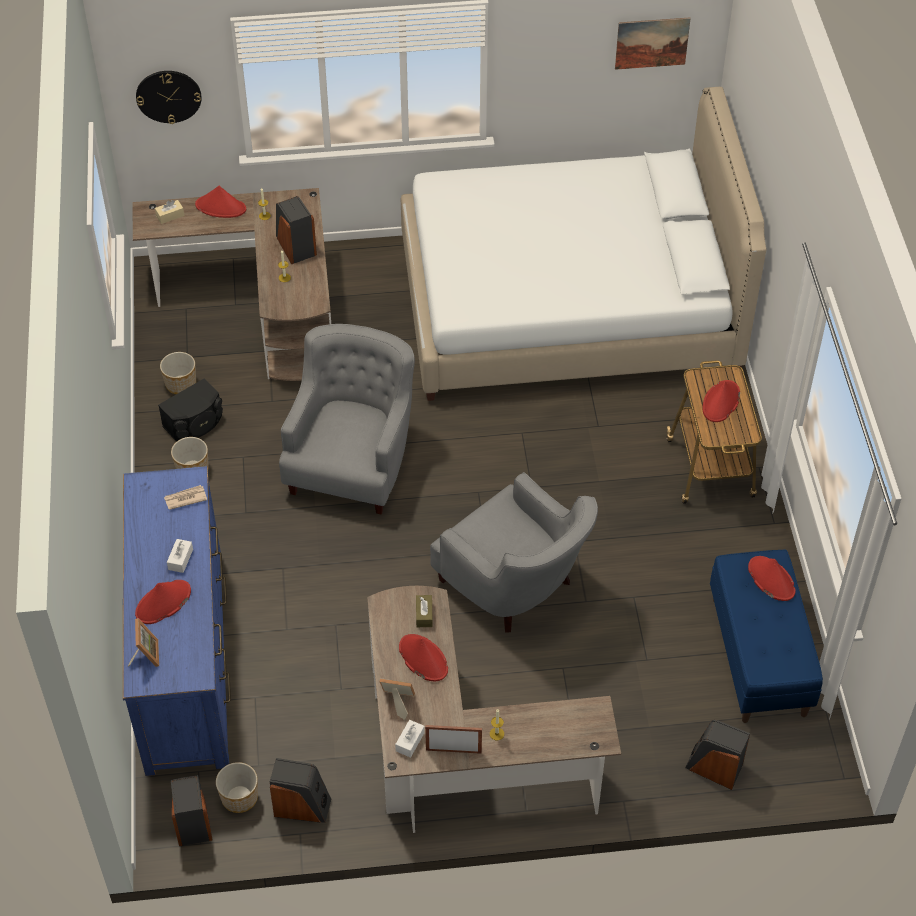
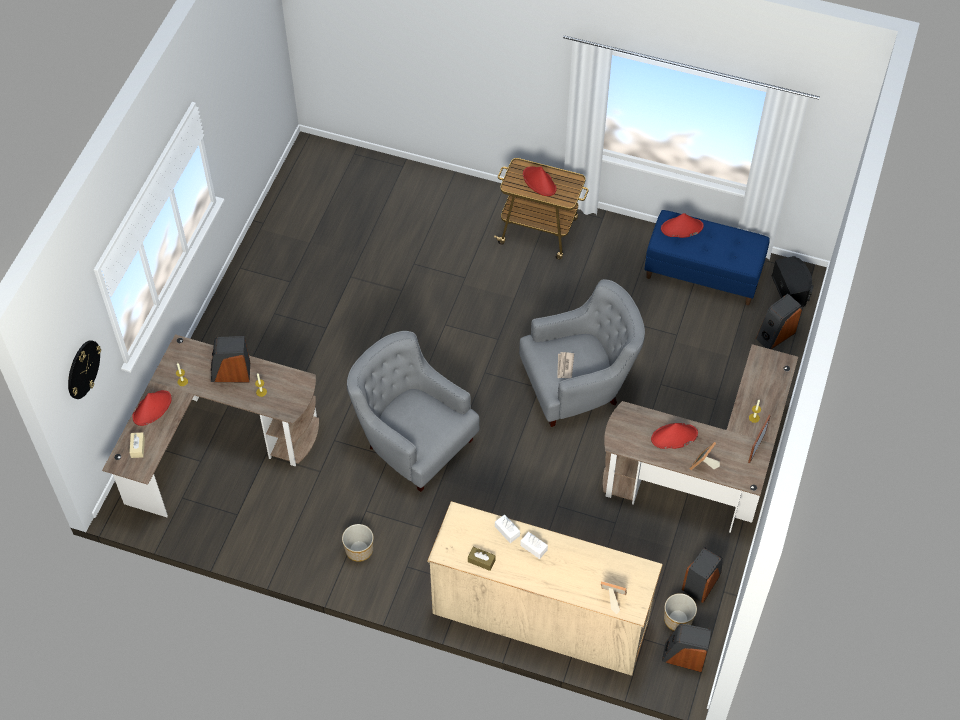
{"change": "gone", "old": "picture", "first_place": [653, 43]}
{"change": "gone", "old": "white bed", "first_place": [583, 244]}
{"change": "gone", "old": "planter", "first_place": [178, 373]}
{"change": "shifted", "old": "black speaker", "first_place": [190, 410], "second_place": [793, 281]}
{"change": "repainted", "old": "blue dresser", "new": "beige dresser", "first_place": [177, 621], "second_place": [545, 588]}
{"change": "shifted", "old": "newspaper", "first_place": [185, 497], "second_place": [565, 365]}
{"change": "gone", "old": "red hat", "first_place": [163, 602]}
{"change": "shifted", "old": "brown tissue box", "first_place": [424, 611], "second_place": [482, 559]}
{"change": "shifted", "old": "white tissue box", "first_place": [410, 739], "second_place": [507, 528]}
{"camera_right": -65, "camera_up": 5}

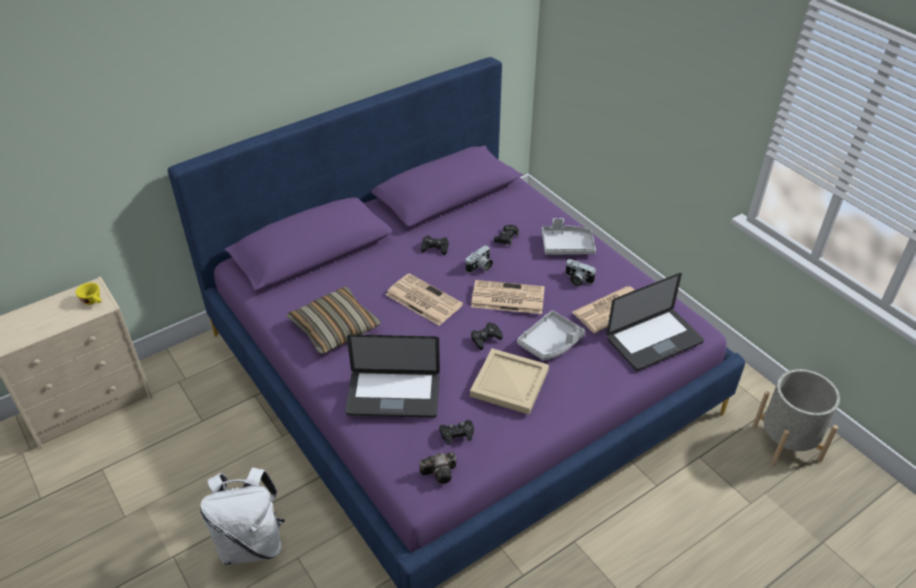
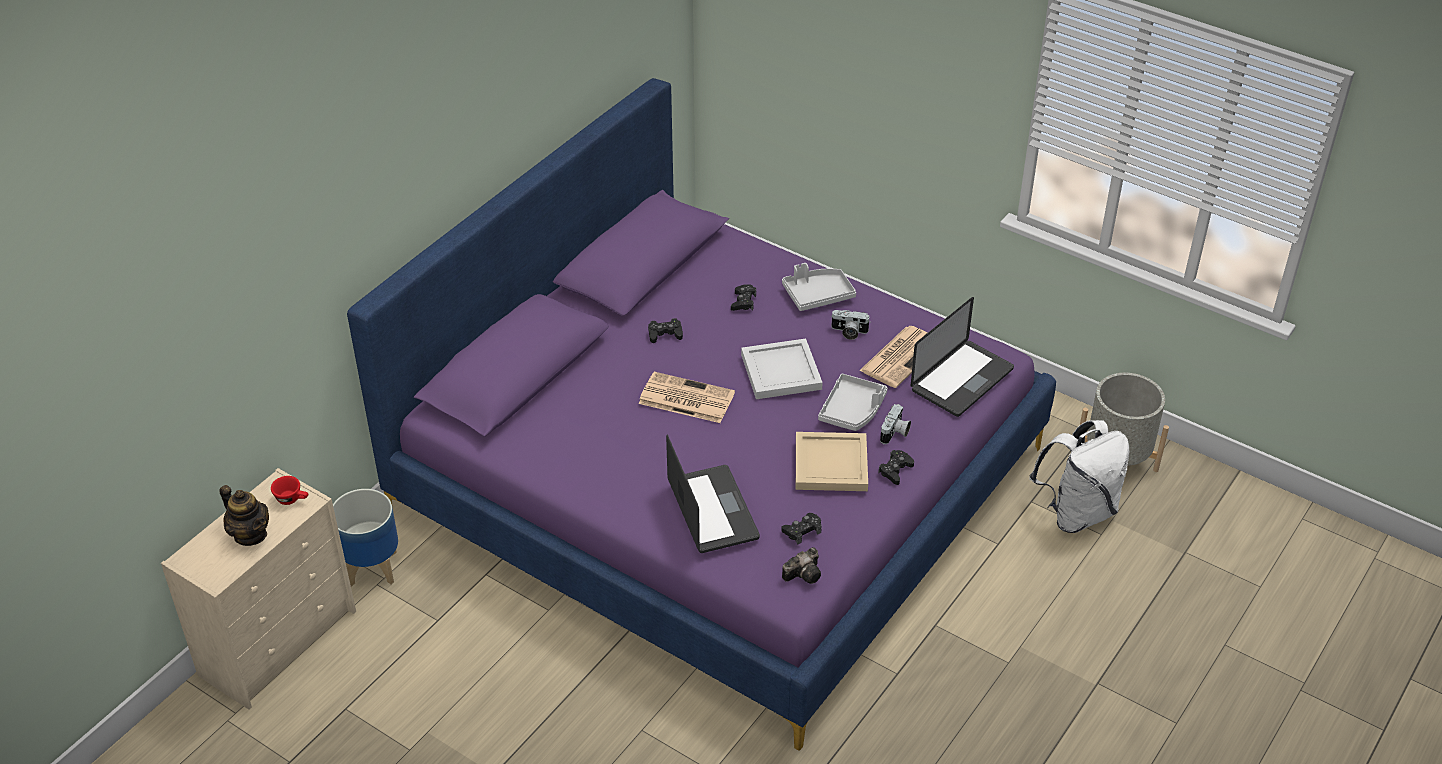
{"change": "shifted", "old": "photo camera", "first_place": [479, 259], "second_place": [895, 424]}
{"change": "swapped", "old": "newspaper", "new": "white tray", "first_place": [508, 297], "second_place": [782, 368]}
{"change": "repainted", "old": "yellow cup", "new": "red cup", "first_place": [89, 293], "second_place": [289, 490]}
{"change": "gone", "old": "pillow", "first_place": [334, 320]}
{"change": "shifted", "old": "black game controller", "first_place": [487, 336], "second_place": [896, 467]}
{"change": "rotated", "old": "laptop", "first_place": [392, 376], "second_place": [713, 494], "degrees": -90}
{"change": "shifted", "old": "white backpack", "first_place": [242, 516], "second_place": [1079, 476]}
{"change": "new", "new": "teapot", "second_place": [244, 515]}
{"change": "new", "new": "planter", "second_place": [365, 537]}
{"camera_right": -20, "camera_up": 0}

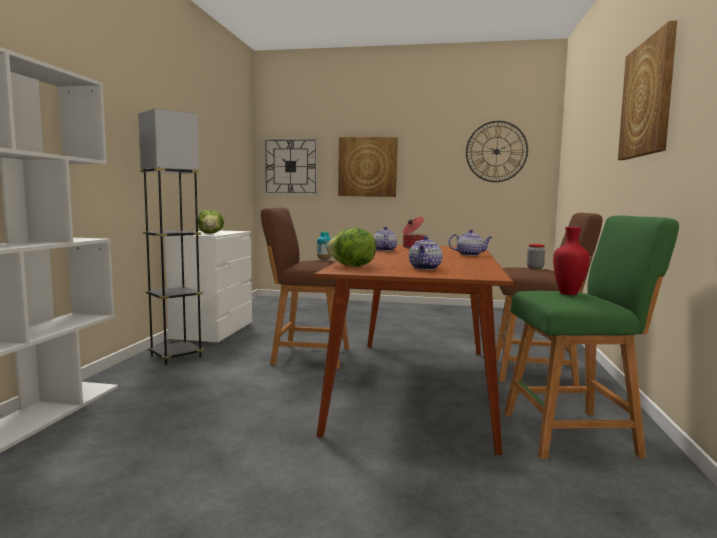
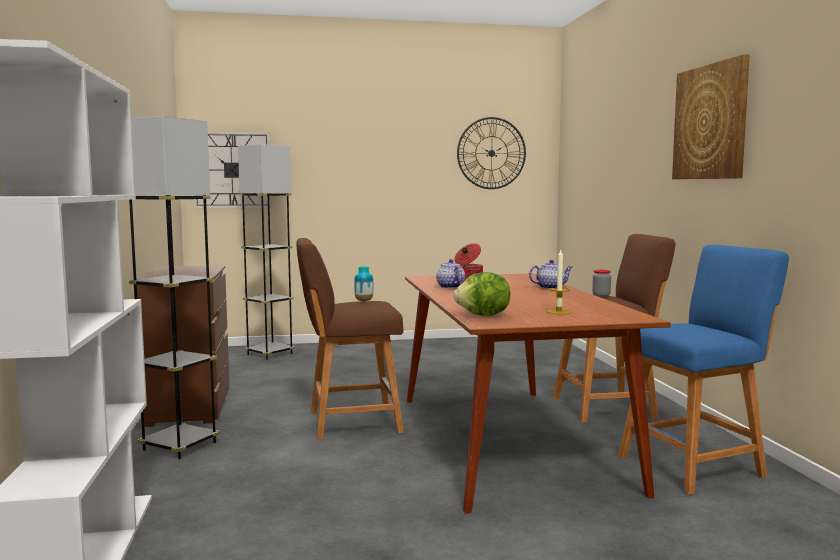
{"change": "gone", "old": "picture", "first_place": [368, 167]}
{"change": "gone", "old": "lettuce", "first_place": [211, 222]}
{"change": "repainted", "old": "green stool", "new": "blue stool", "first_place": [591, 337], "second_place": [703, 370]}
{"change": "gone", "old": "red vase", "first_place": [571, 261]}
{"change": "repainted", "old": "white dresser", "new": "brown dresser", "first_place": [208, 288], "second_place": [182, 346]}
{"change": "swapped", "old": "teapot", "new": "candle", "first_place": [426, 253], "second_place": [559, 282]}
{"change": "new", "new": "grey floor lamp", "second_place": [266, 252]}
{"camera_right": -20, "camera_up": 0}

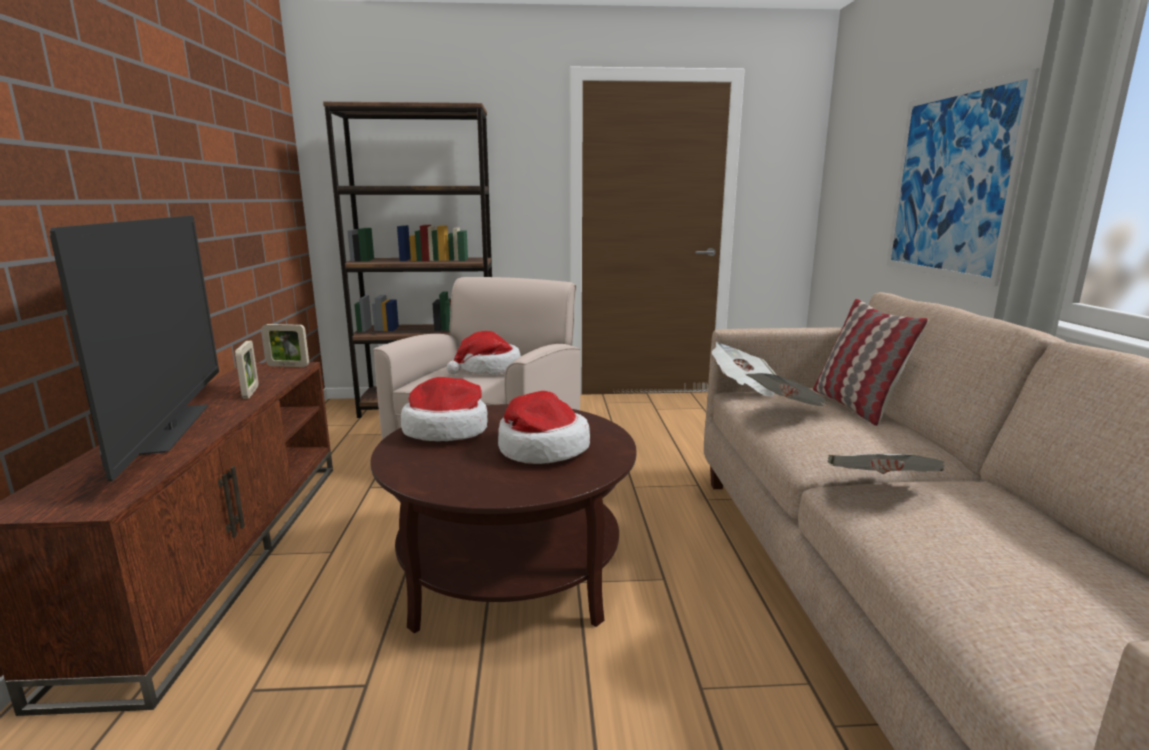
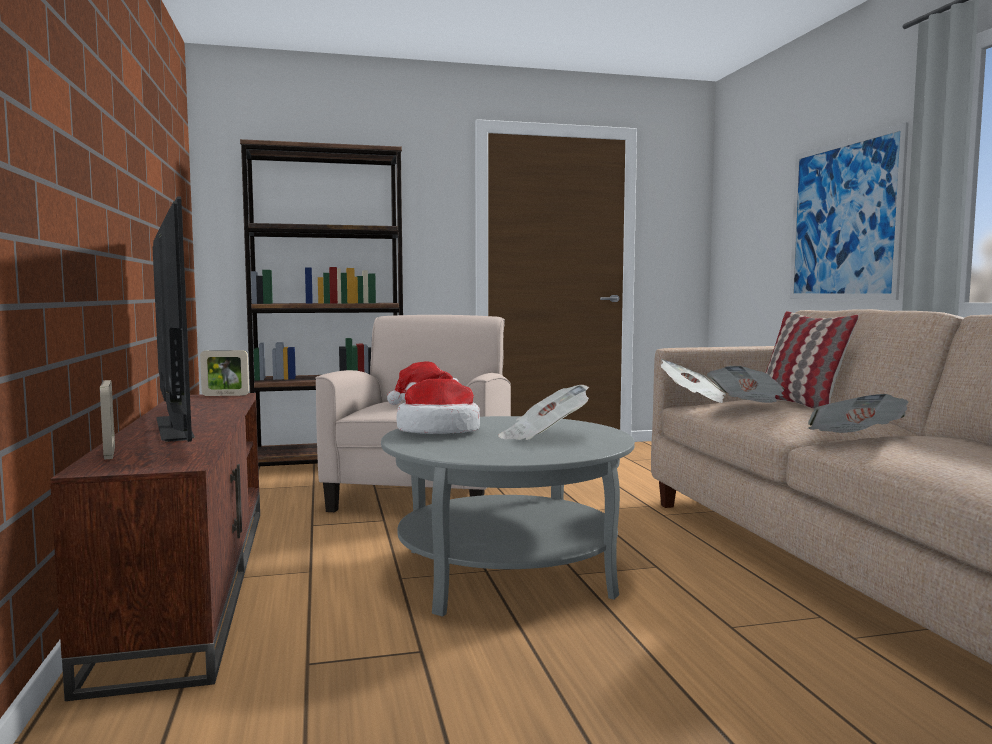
{"change": "shifted", "old": "picture frame", "first_place": [247, 370], "second_place": [107, 420]}
{"change": "swapped", "old": "hat", "new": "newspaper", "first_place": [544, 427], "second_place": [543, 412]}
{"change": "repainted", "old": "brown coffee table", "new": "grey coffee table", "first_place": [503, 518], "second_place": [508, 516]}
{"camera_right": -10, "camera_up": -10}

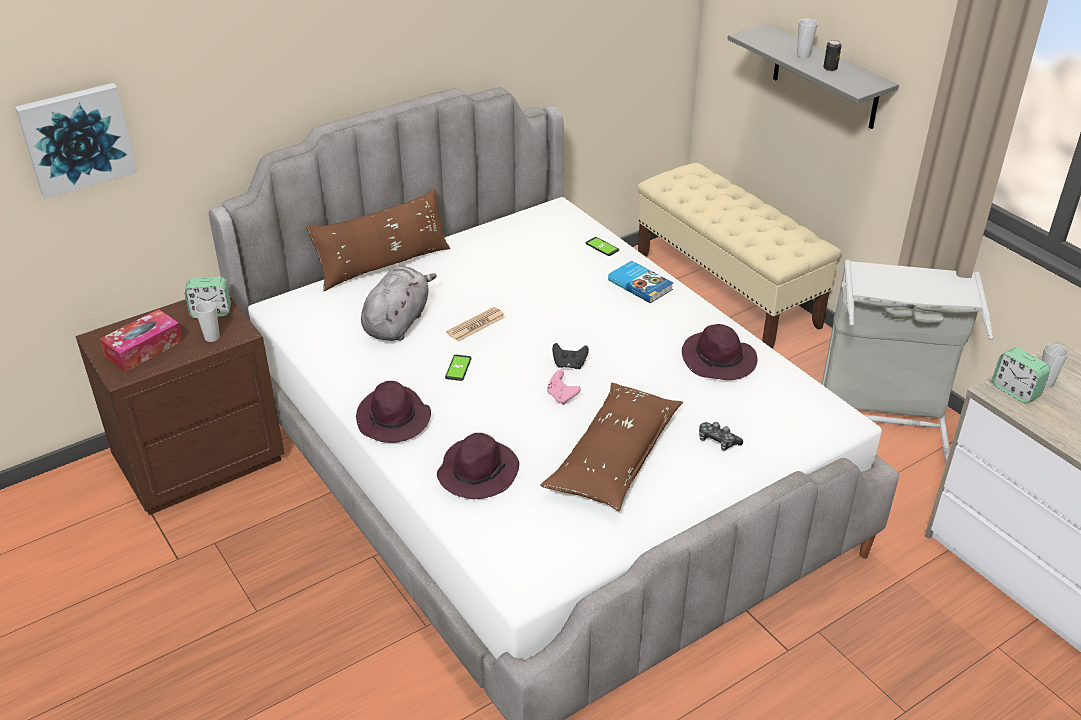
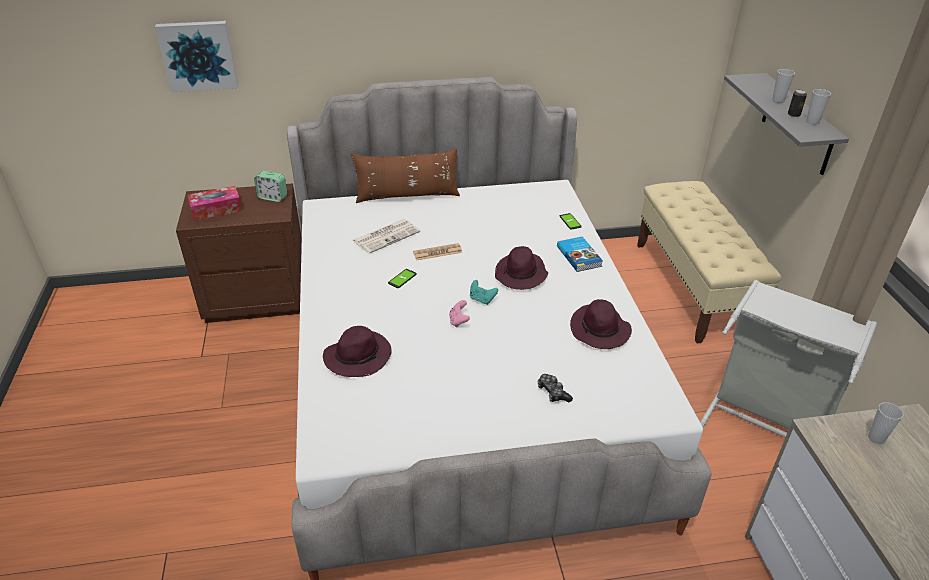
{"change": "swapped", "old": "grey plush toy", "new": "newspaper", "first_place": [399, 303], "second_place": [386, 236]}
{"change": "shifted", "old": "cup", "first_place": [207, 321], "second_place": [818, 107]}
{"change": "repainted", "old": "black game controller", "new": "turquoise game controller", "first_place": [570, 356], "second_place": [484, 292]}
{"change": "gone", "old": "alarm clock", "first_place": [1021, 375]}
{"change": "shifted", "old": "purple hat", "first_place": [393, 412], "second_place": [521, 268]}
{"change": "gone", "old": "brown pillow", "first_place": [611, 447]}
{"camera_right": 25, "camera_up": 0}

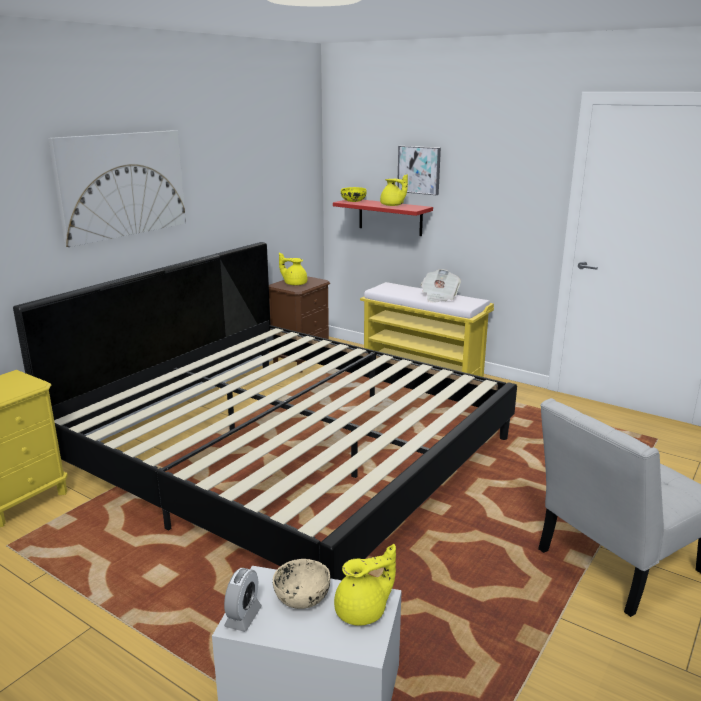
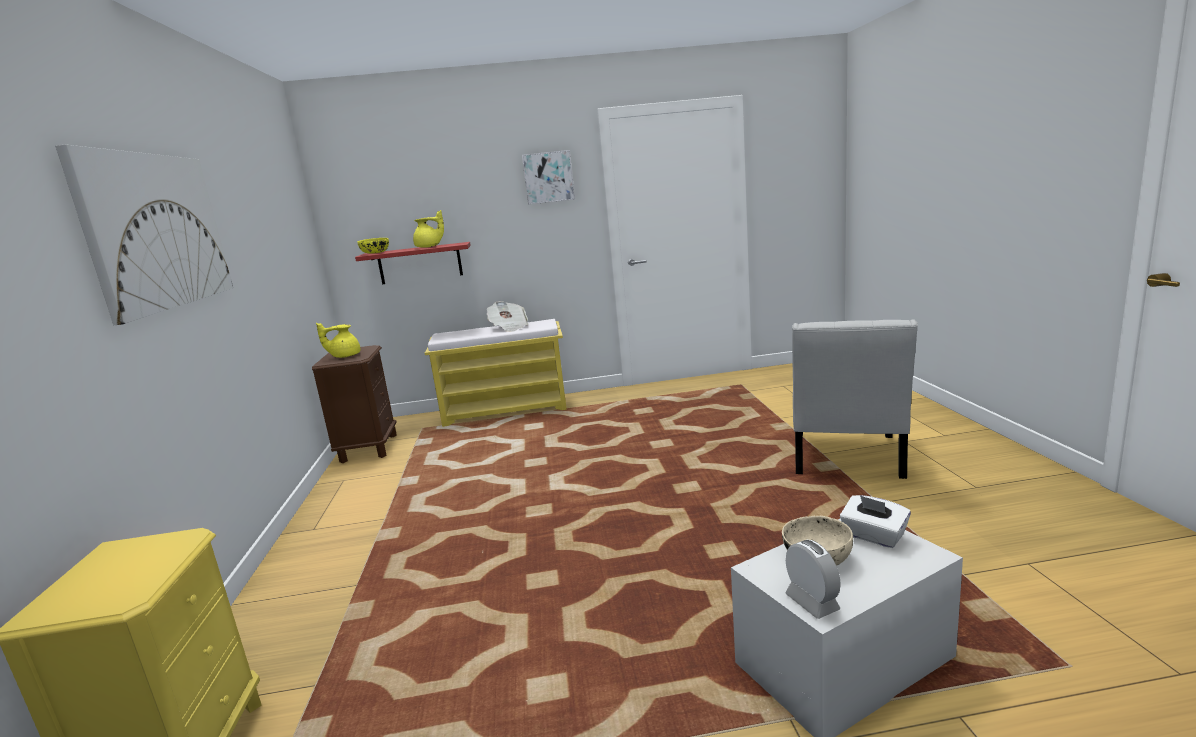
{"change": "shifted", "old": "picture", "first_place": [419, 170], "second_place": [548, 177]}
{"change": "gone", "old": "bed", "first_place": [265, 411]}
{"change": "swapped", "old": "yellow teapot", "new": "white tissue box", "first_place": [365, 585], "second_place": [875, 521]}
{"camera_right": -40, "camera_up": -5}

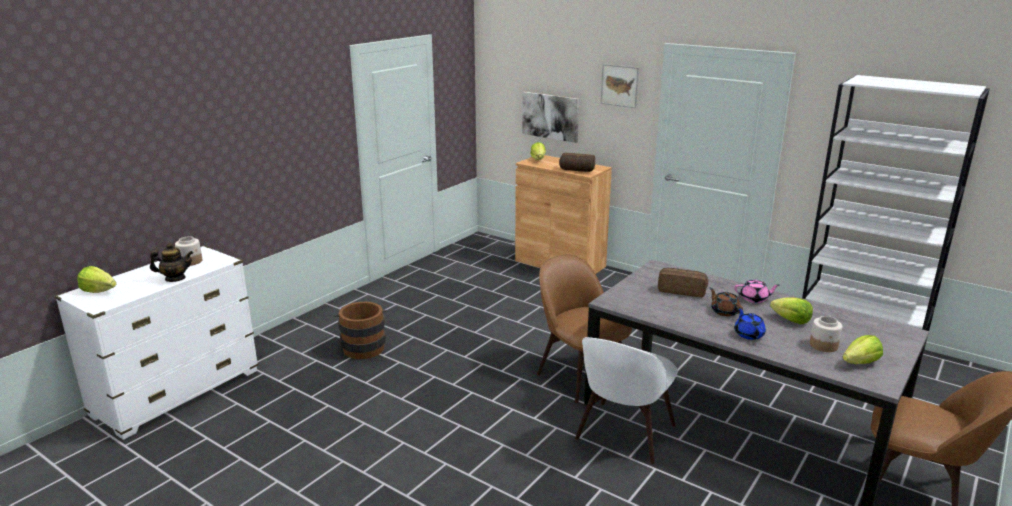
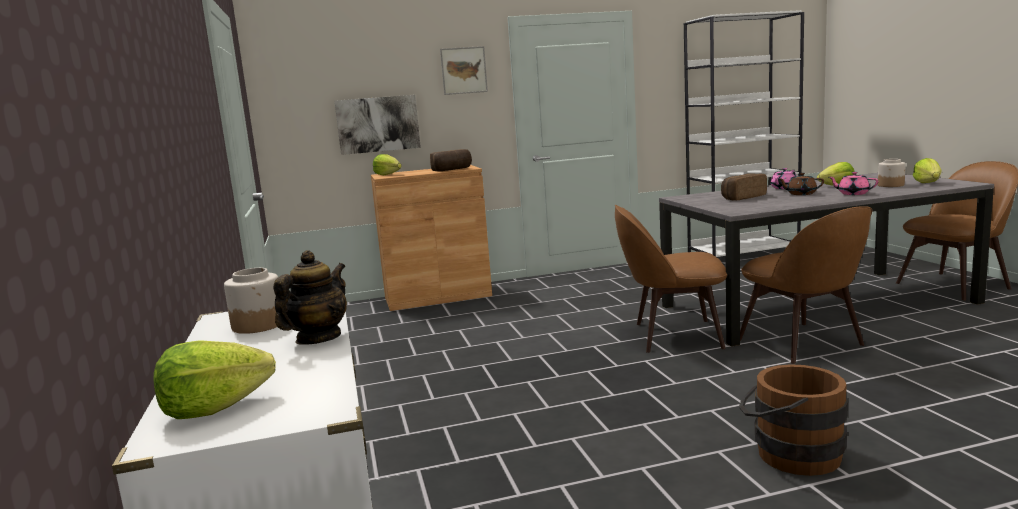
{"change": "shifted", "old": "brown bucket", "first_place": [360, 330], "second_place": [793, 420]}
{"change": "repainted", "old": "blue teapot", "new": "pink teapot", "first_place": [750, 323], "second_place": [853, 183]}
{"change": "repainted", "old": "white chair", "new": "brown chair", "first_place": [626, 400], "second_place": [806, 285]}
{"camera_right": -50, "camera_up": -10}

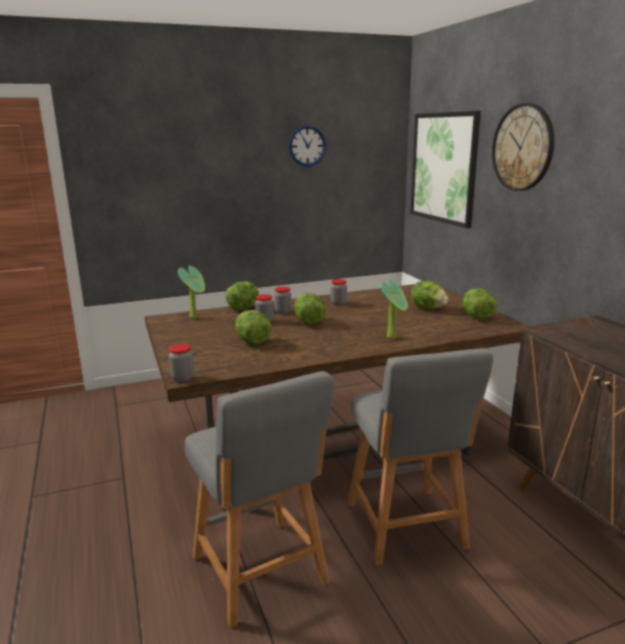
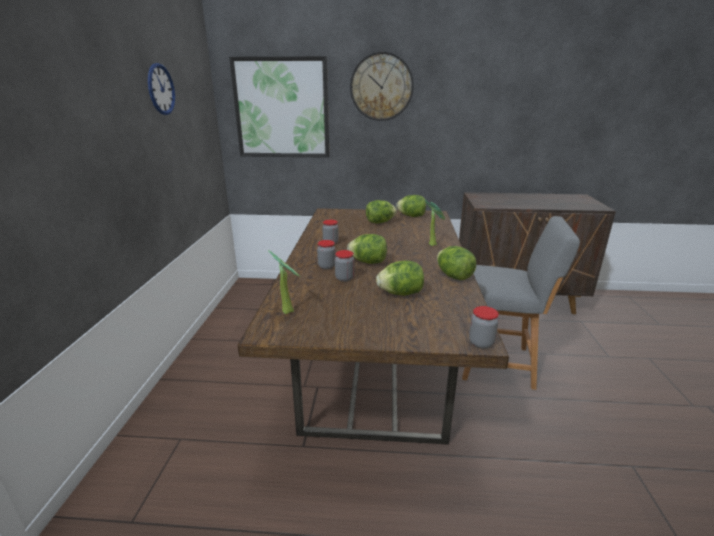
{"change": "shifted", "old": "lettuce", "first_place": [242, 295], "second_place": [456, 263]}
{"change": "gone", "old": "grey stool", "first_place": [259, 499]}
{"camera_right": -65, "camera_up": 5}

